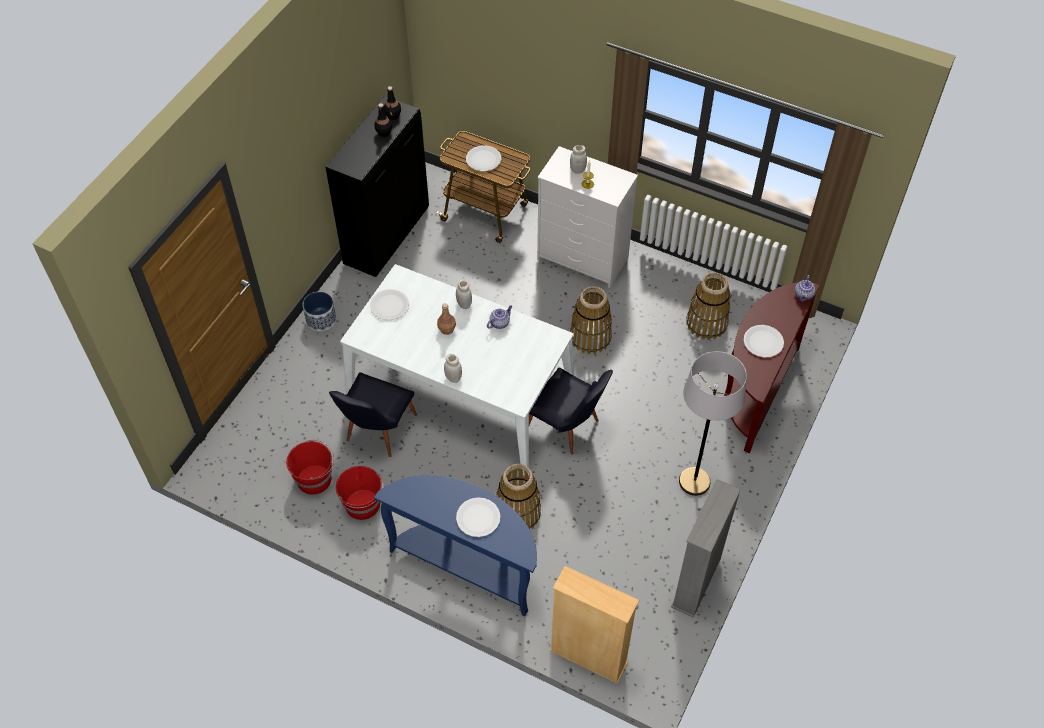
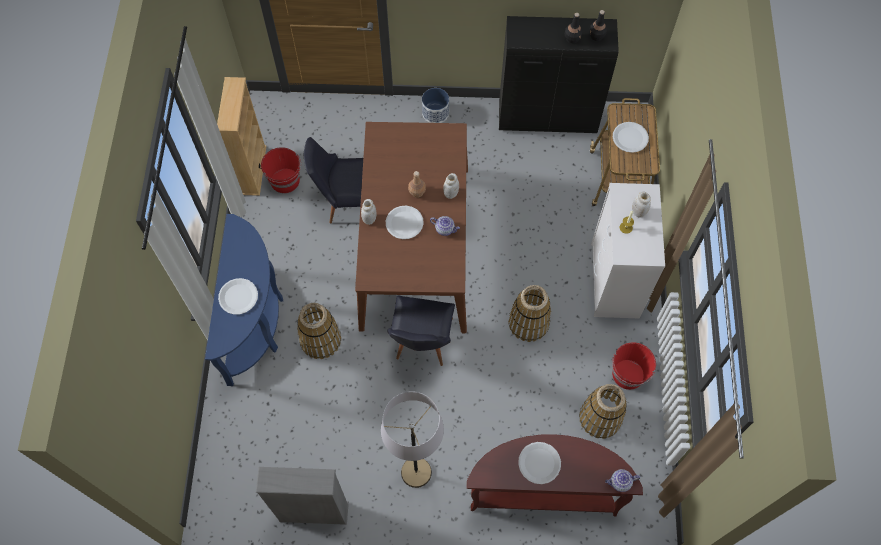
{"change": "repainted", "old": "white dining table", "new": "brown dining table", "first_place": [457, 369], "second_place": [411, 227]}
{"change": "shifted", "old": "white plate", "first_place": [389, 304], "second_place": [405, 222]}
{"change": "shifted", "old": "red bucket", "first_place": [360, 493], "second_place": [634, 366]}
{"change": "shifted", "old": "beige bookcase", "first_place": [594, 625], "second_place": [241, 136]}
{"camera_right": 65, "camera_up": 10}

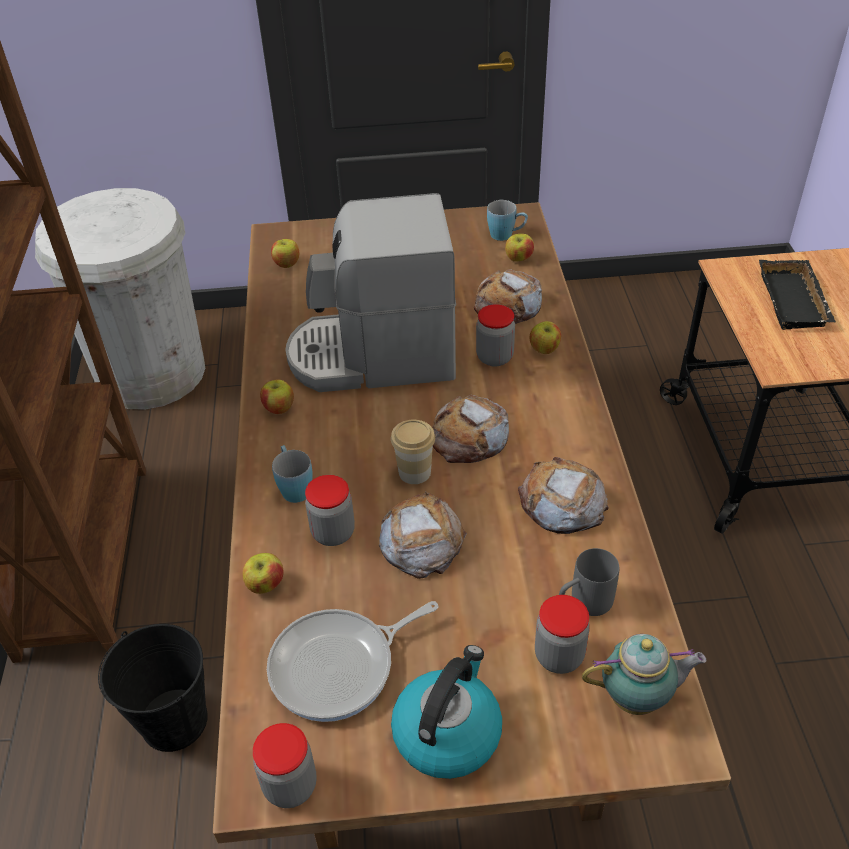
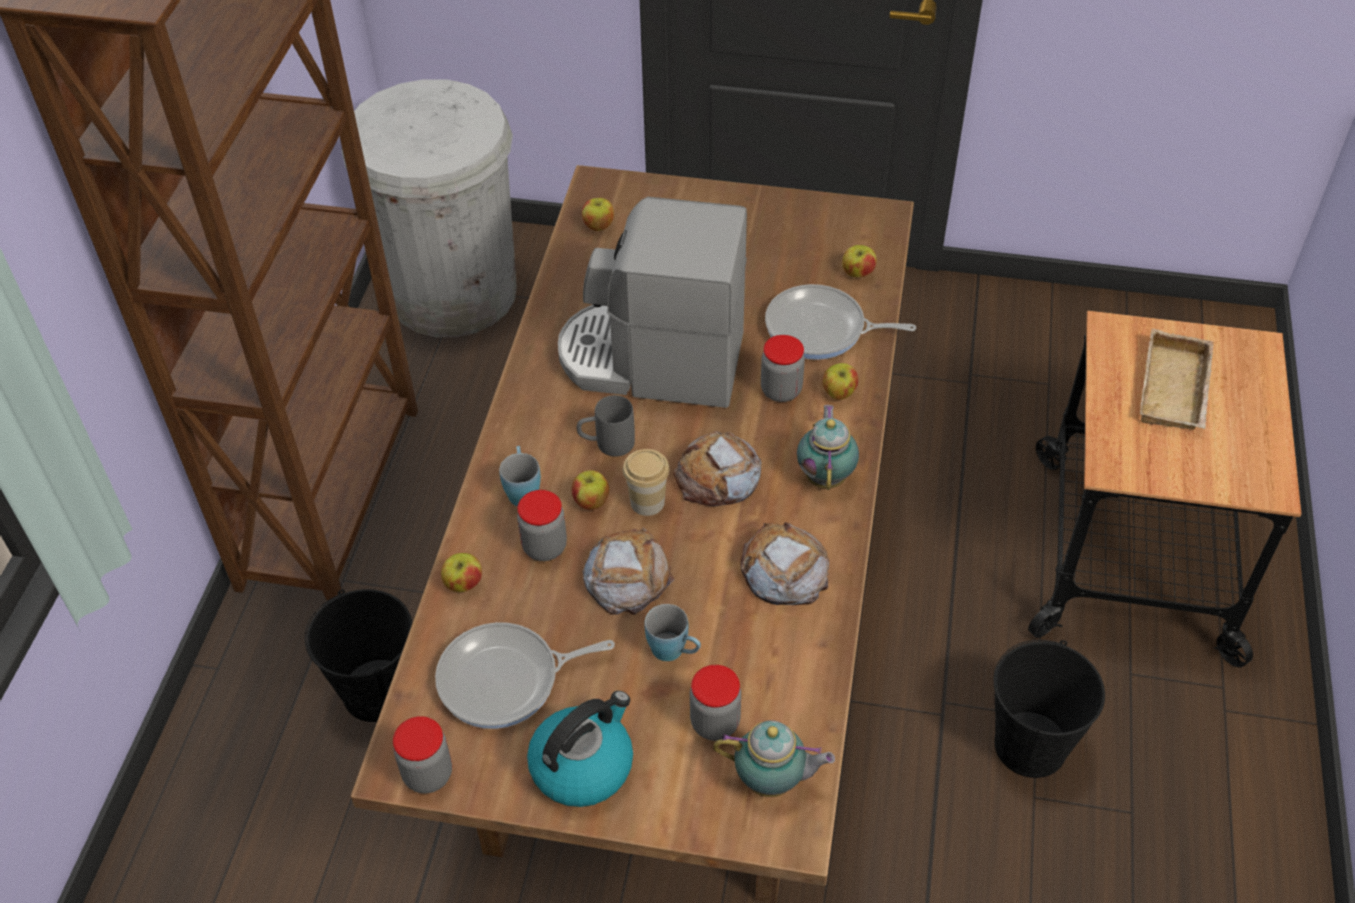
{"change": "shifted", "old": "blue mug", "first_place": [507, 220], "second_place": [672, 632]}
{"change": "repainted", "old": "black tray", "new": "beige tray", "first_place": [797, 295], "second_place": [1177, 379]}
{"change": "swapped", "old": "bread", "new": "frying pan", "first_place": [508, 296], "second_place": [840, 322]}
{"change": "shifted", "old": "apple", "first_place": [277, 396], "second_place": [590, 490]}
{"change": "shifted", "old": "grey mug", "first_place": [589, 582], "second_place": [606, 426]}
{"change": "new", "new": "teapot", "second_place": [828, 447]}
{"change": "new", "new": "black bucket", "second_place": [1049, 709]}
{"camera_right": 15, "camera_up": 5}

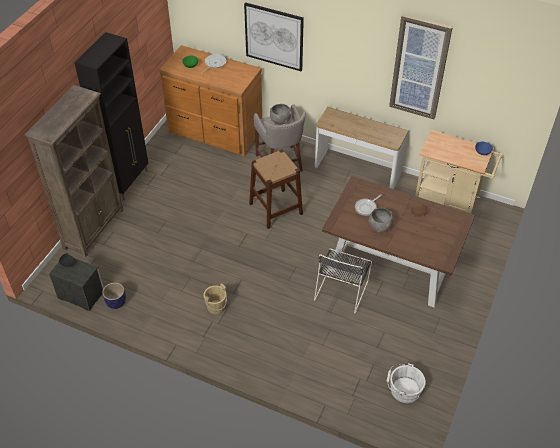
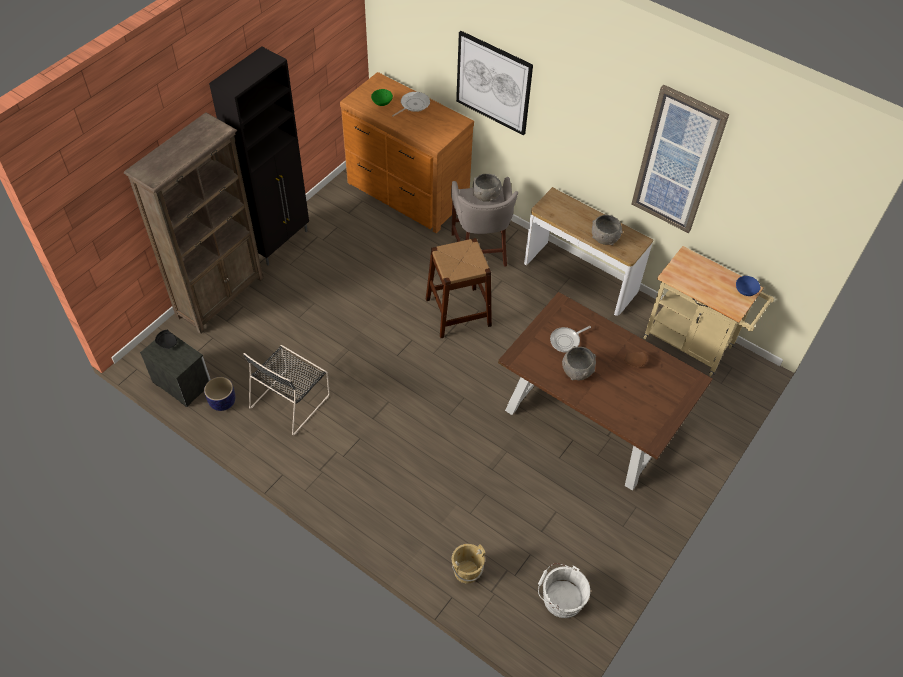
{"change": "shifted", "old": "black chair", "first_place": [343, 281], "second_place": [287, 390]}
{"change": "shifted", "old": "beige bucket", "first_place": [215, 298], "second_place": [468, 564]}
{"change": "new", "new": "grey bowl", "second_place": [607, 230]}
{"camera_right": 10, "camera_up": 5}

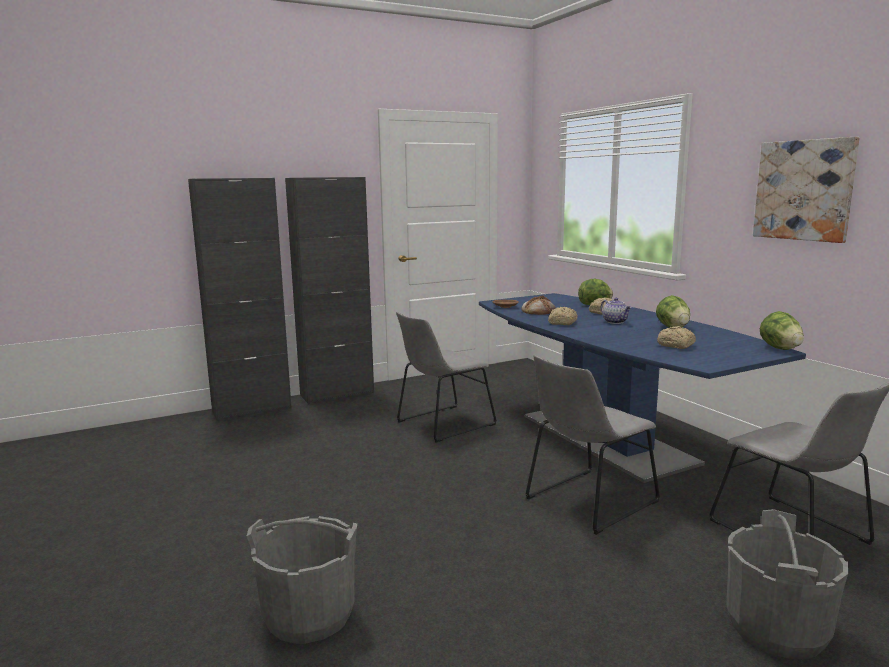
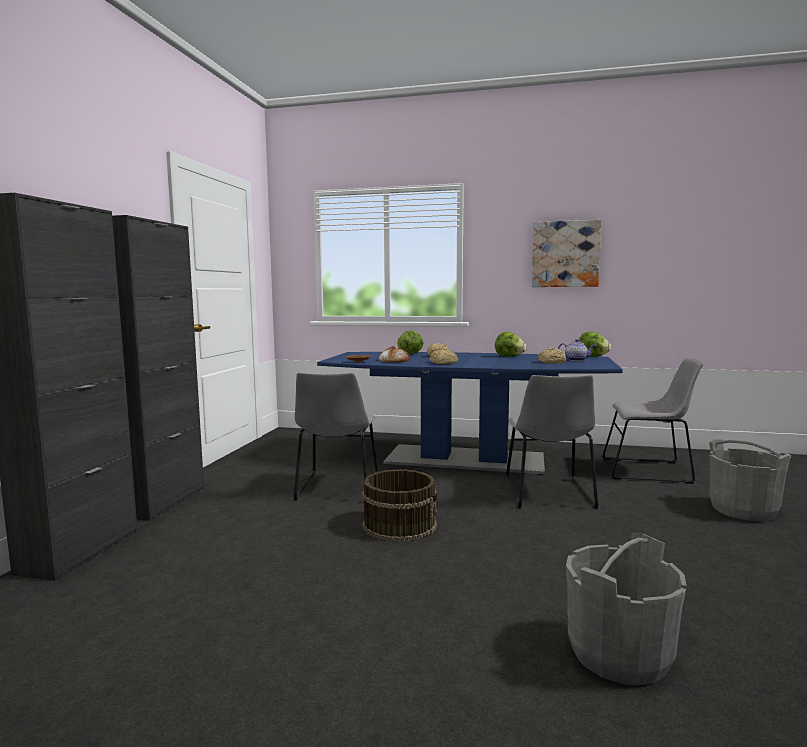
{"change": "shifted", "old": "teapot", "first_place": [616, 311], "second_place": [576, 350]}
{"change": "new", "new": "brown bucket", "second_place": [399, 505]}
{"camera_right": -50, "camera_up": -5}

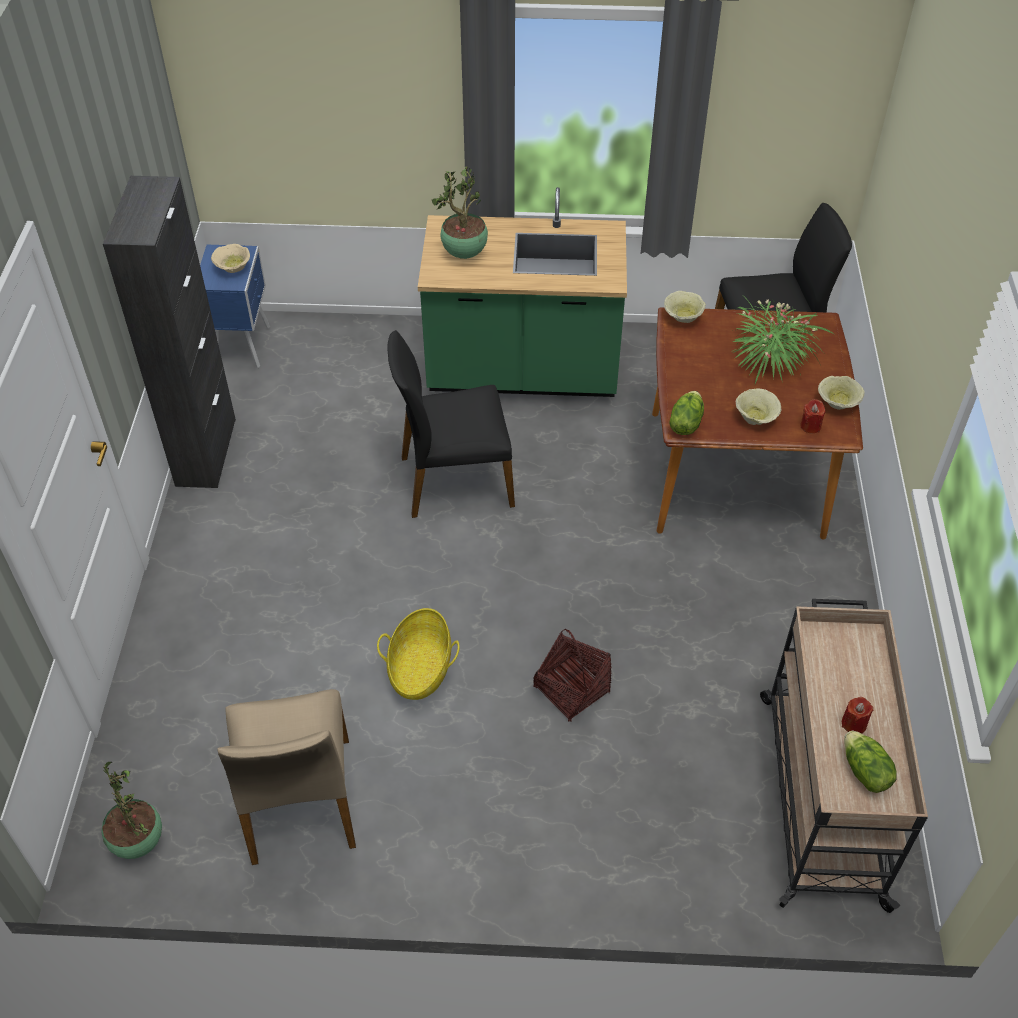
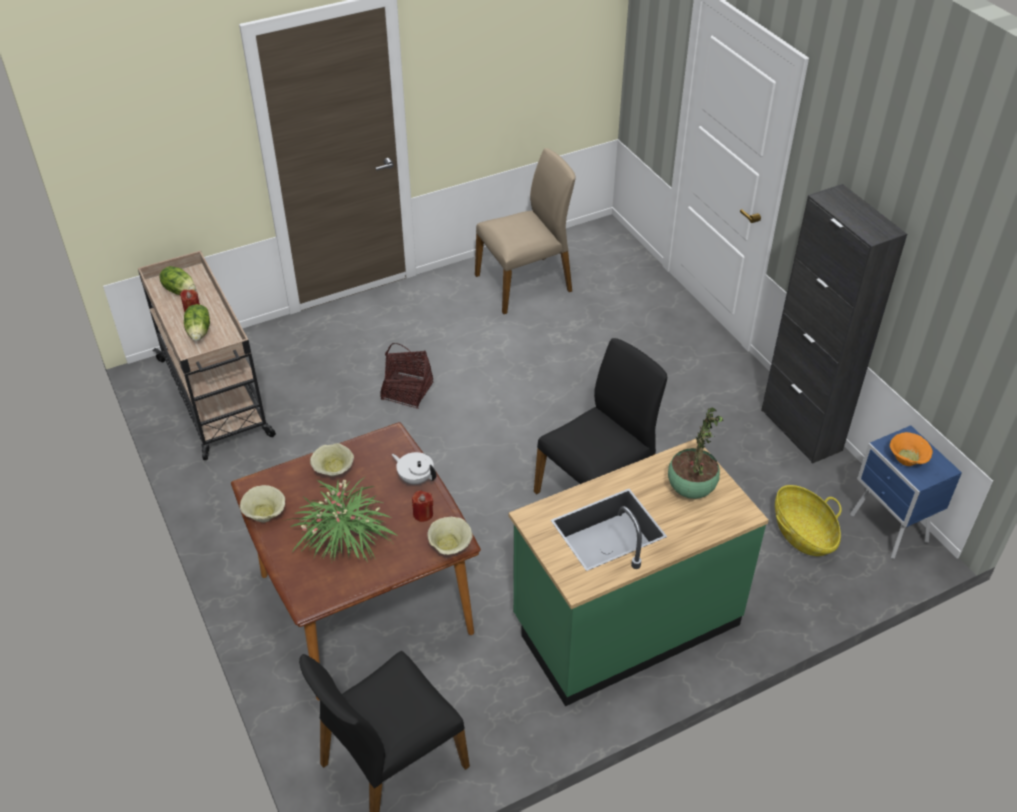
{"change": "repainted", "old": "beige bowl", "new": "orange bowl", "first_place": [230, 258], "second_place": [911, 449]}
{"change": "shifted", "old": "lettuce", "first_place": [686, 413], "second_place": [197, 322]}
{"change": "shifted", "old": "red candle", "first_place": [813, 416], "second_place": [422, 506]}
{"change": "shifted", "old": "basket", "first_place": [418, 654], "second_place": [808, 520]}
{"change": "rotated", "old": "beige chair", "first_place": [286, 777], "second_place": [525, 231], "degrees": 105}
{"change": "gone", "old": "potted plant", "first_place": [131, 810]}
{"change": "new", "new": "white teapot", "second_place": [414, 468]}
{"camera_right": 150, "camera_up": -5}

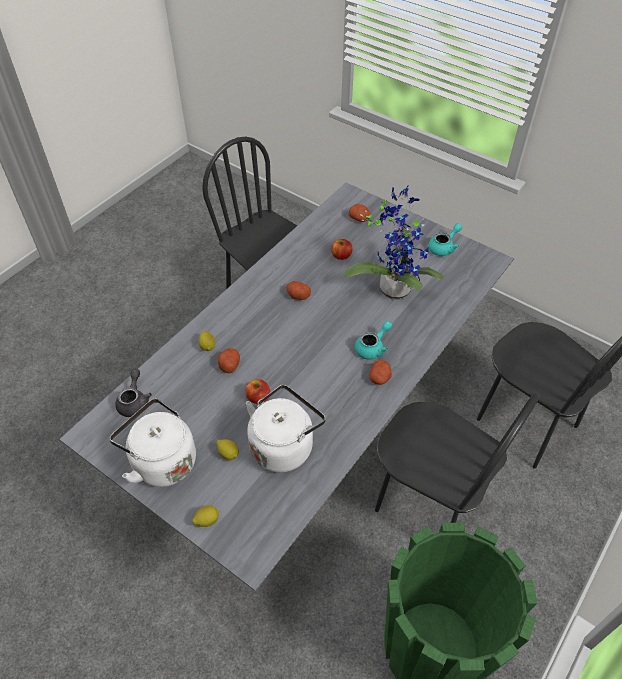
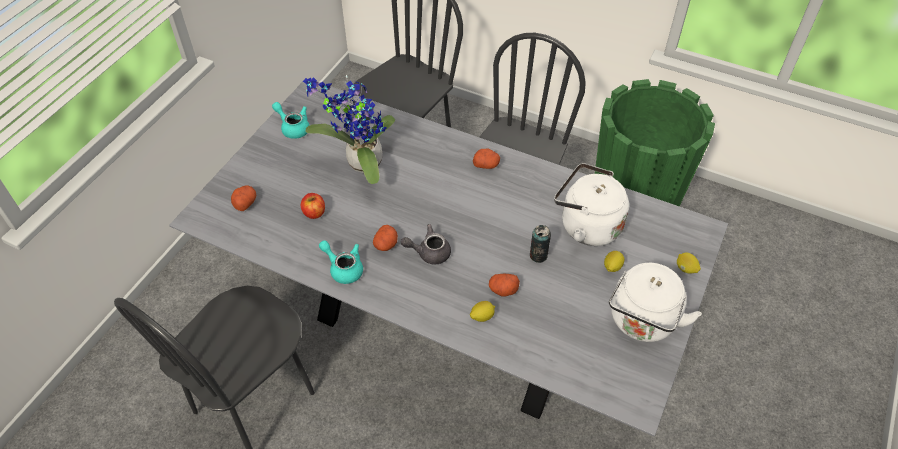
{"change": "shifted", "old": "turquoise teapot", "first_place": [373, 340], "second_place": [341, 262]}
{"change": "shifted", "old": "grey teapot", "first_place": [133, 393], "second_place": [426, 244]}
{"change": "swapped", "old": "apple", "new": "can", "first_place": [257, 391], "second_place": [540, 244]}
{"camera_right": -100, "camera_up": 0}

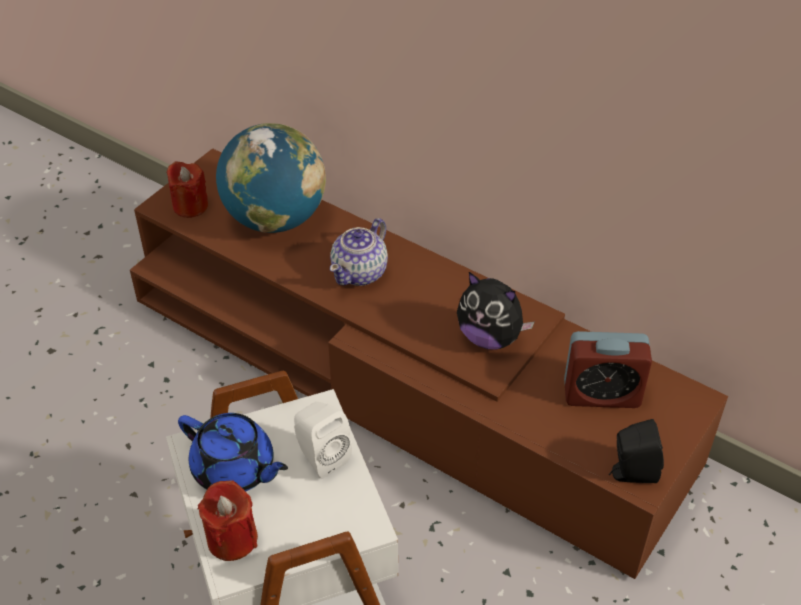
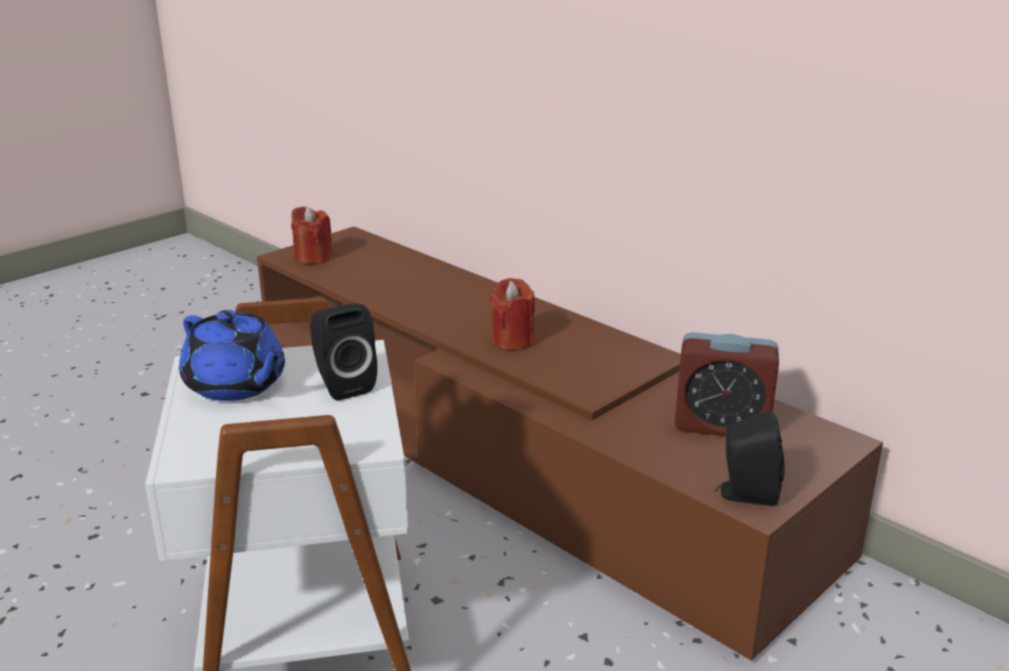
{"change": "gone", "old": "globe", "first_place": [271, 178]}
{"change": "gone", "old": "teapot", "first_place": [359, 252]}
{"change": "gone", "old": "plush toy", "first_place": [495, 311]}
{"change": "repainted", "old": "white speaker", "new": "black speaker", "first_place": [323, 440], "second_place": [343, 352]}
{"change": "shifted", "old": "red candle", "first_place": [228, 520], "second_place": [512, 314]}
{"camera_right": 10, "camera_up": -20}

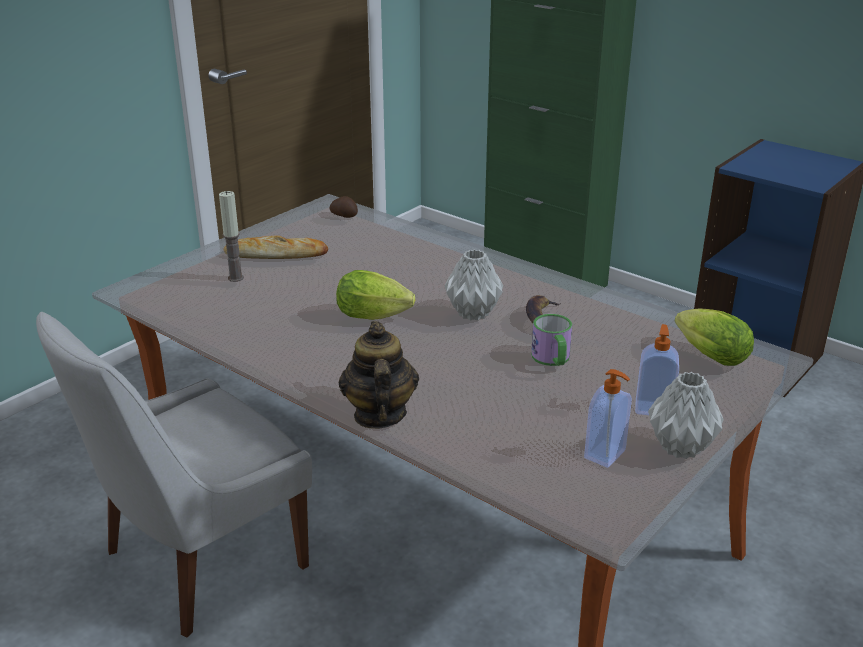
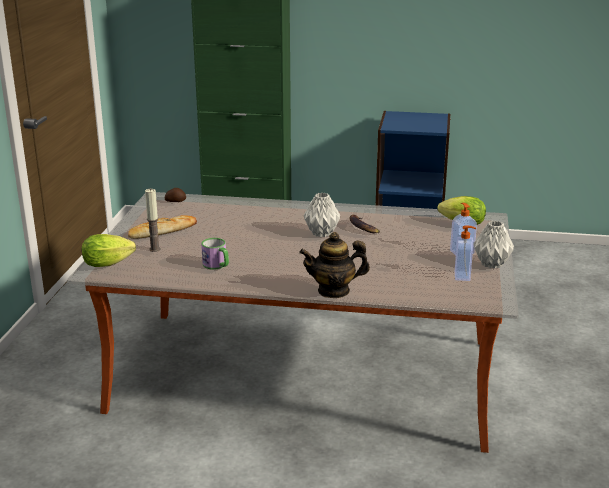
{"change": "shifted", "old": "lettuce", "first_place": [375, 295], "second_place": [109, 250]}
{"change": "gone", "old": "white chair", "first_place": [174, 475]}
{"change": "shifted", "old": "mug", "first_place": [551, 340], "second_place": [215, 254]}
{"change": "rotated", "old": "teapot", "first_place": [379, 375], "second_place": [334, 265], "degrees": -60}
{"camera_right": -30, "camera_up": -5}

